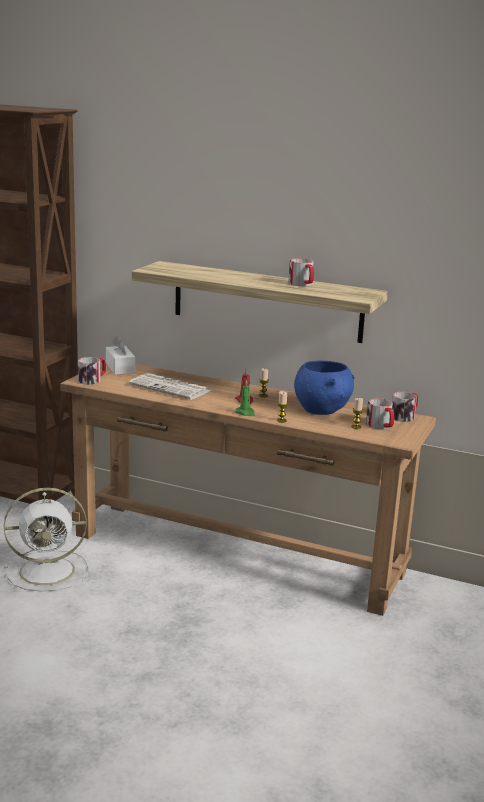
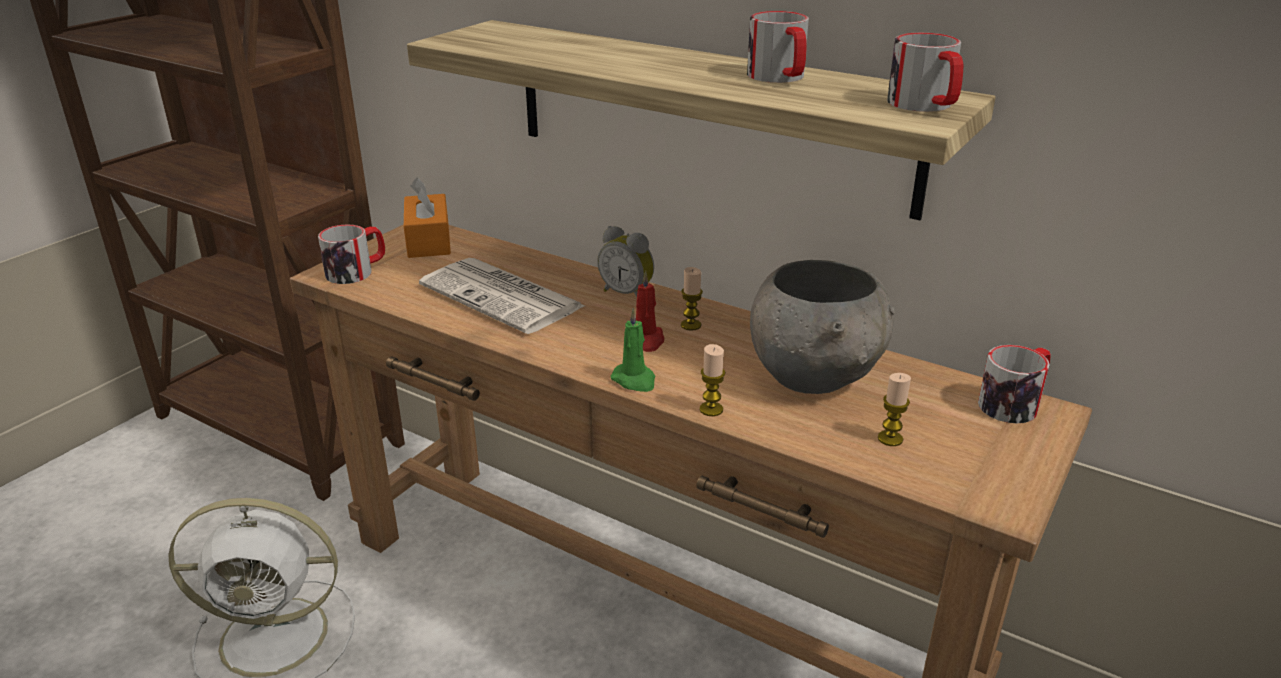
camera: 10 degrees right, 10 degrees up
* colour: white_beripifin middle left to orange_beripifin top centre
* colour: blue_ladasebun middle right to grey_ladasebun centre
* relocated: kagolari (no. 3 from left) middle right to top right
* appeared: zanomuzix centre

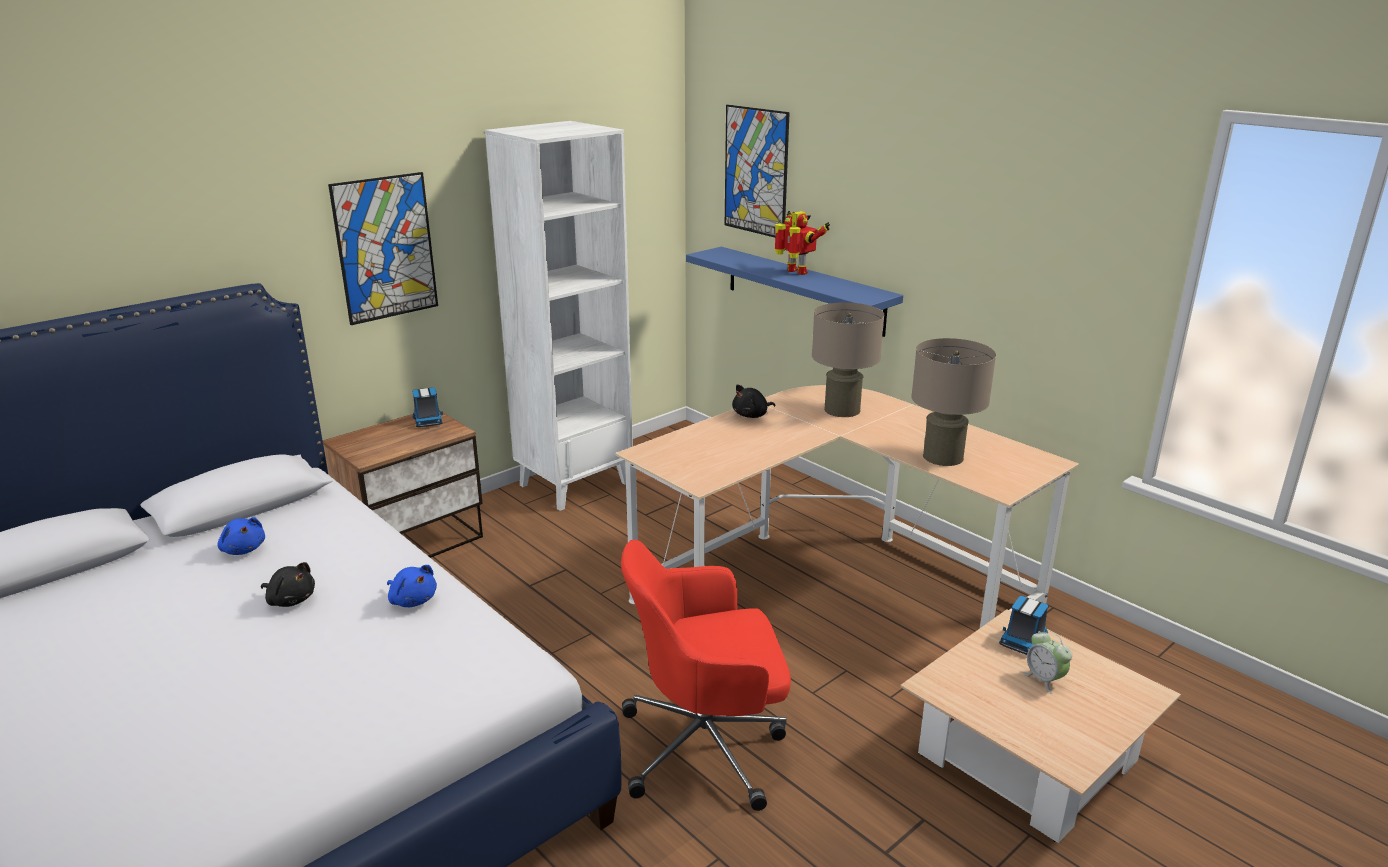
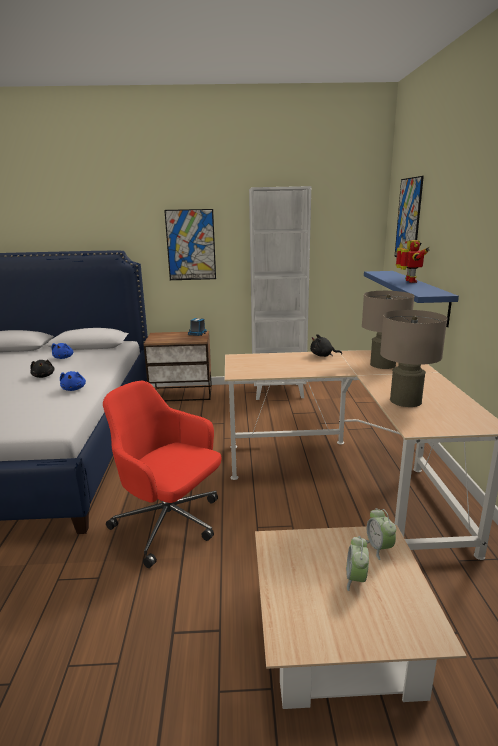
camera: 40 degrees right, 5 degrees down
* exchanged: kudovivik (no. 2 from left) bottom right to zanomuzix (no. 2 from left) bottom right

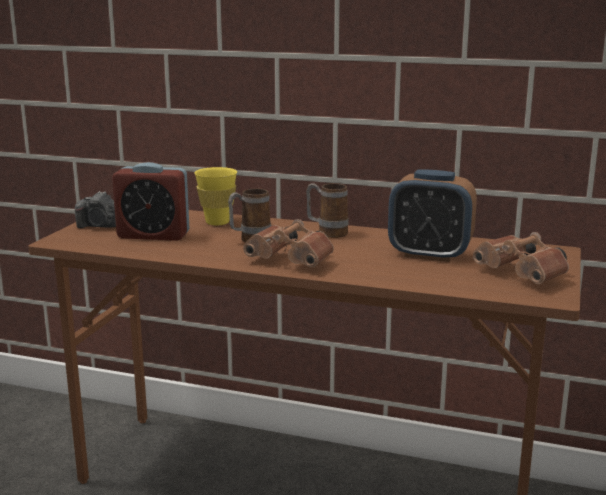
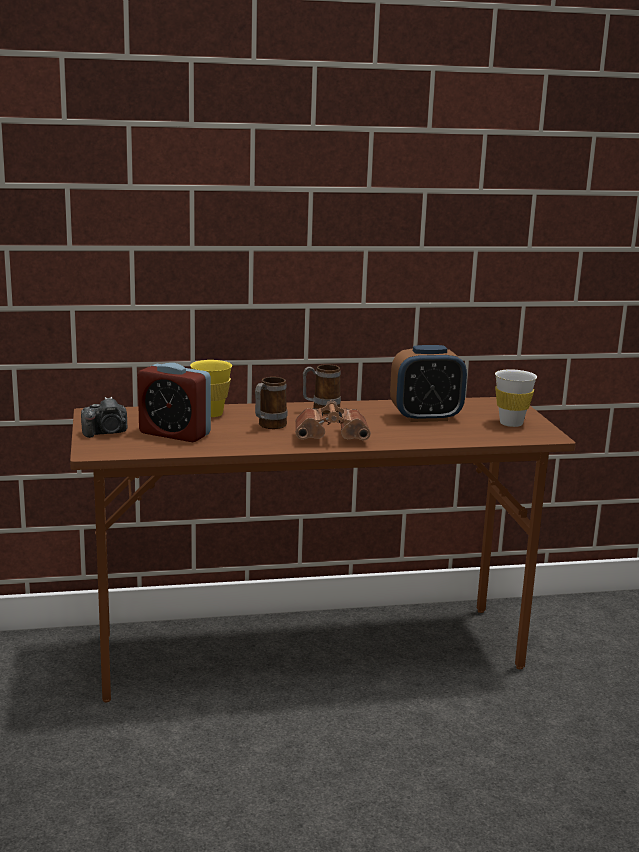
camera: 30 degrees left, 0 degrees up
* spun: zanomuzix (no. 1 from left) middle left = middle left 45 degrees clockwise
* exchanged: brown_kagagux (no. 2 from left) middle right to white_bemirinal middle right

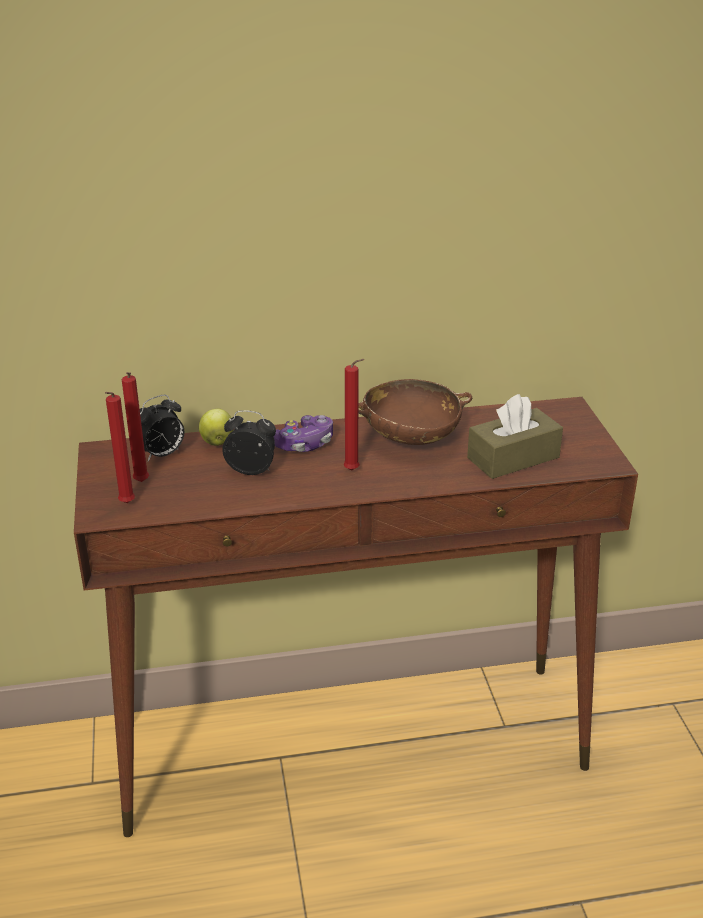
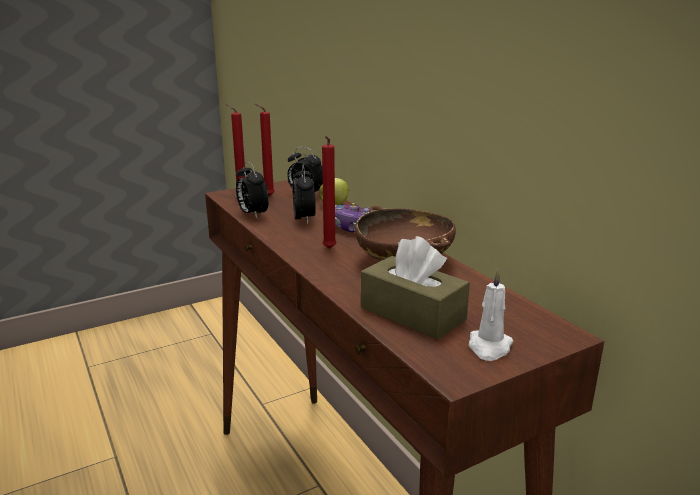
camera: 70 degrees right, 10 degrees down
* appeared: zanomuzix (no. 1 from left) centre
* appeared: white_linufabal middle right

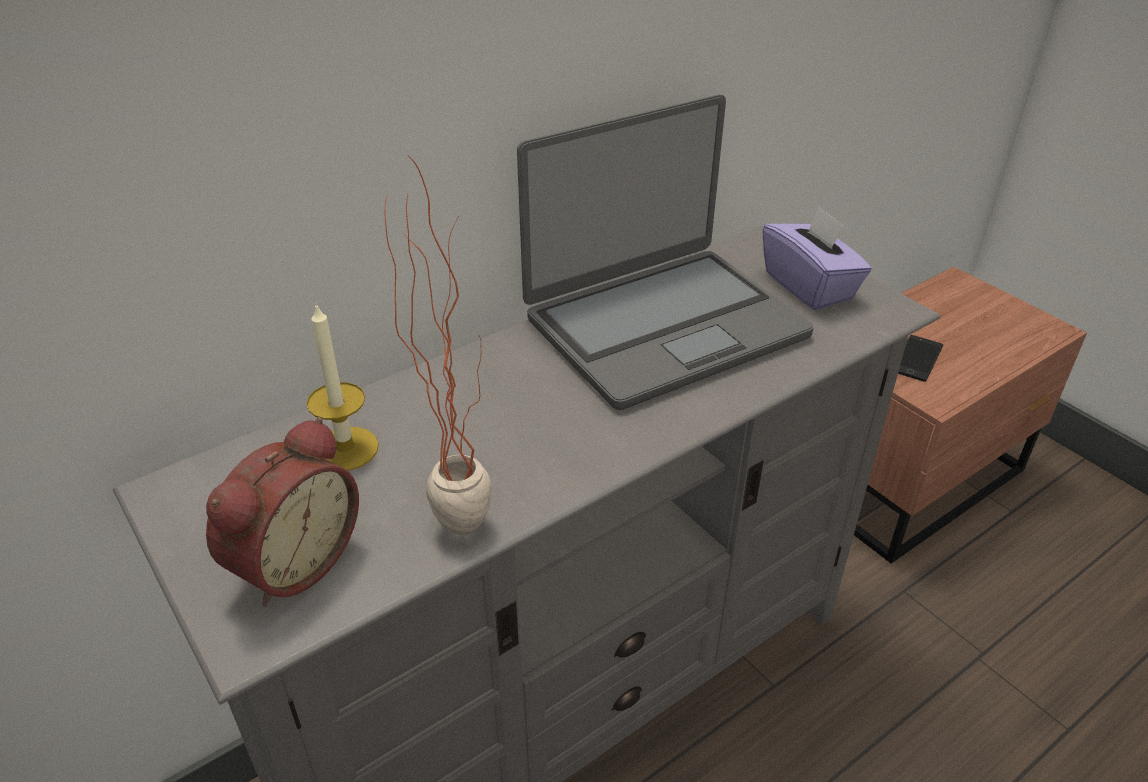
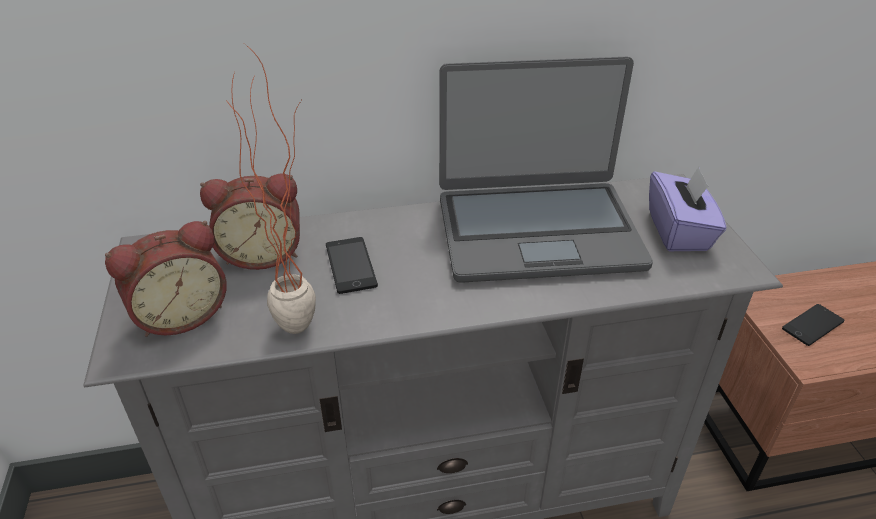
camera: 25 degrees right, 0 degrees up
* exchanged: linufabal middle left to zanomuzix (no. 2 from left) middle left
* appeared: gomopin (no. 1 from left) centre

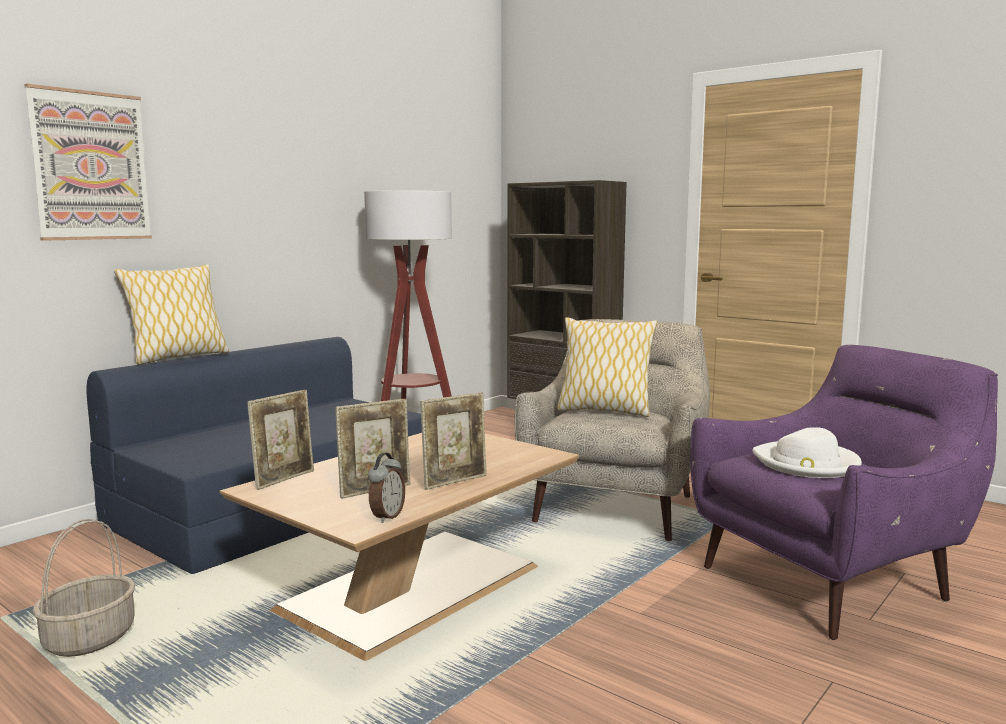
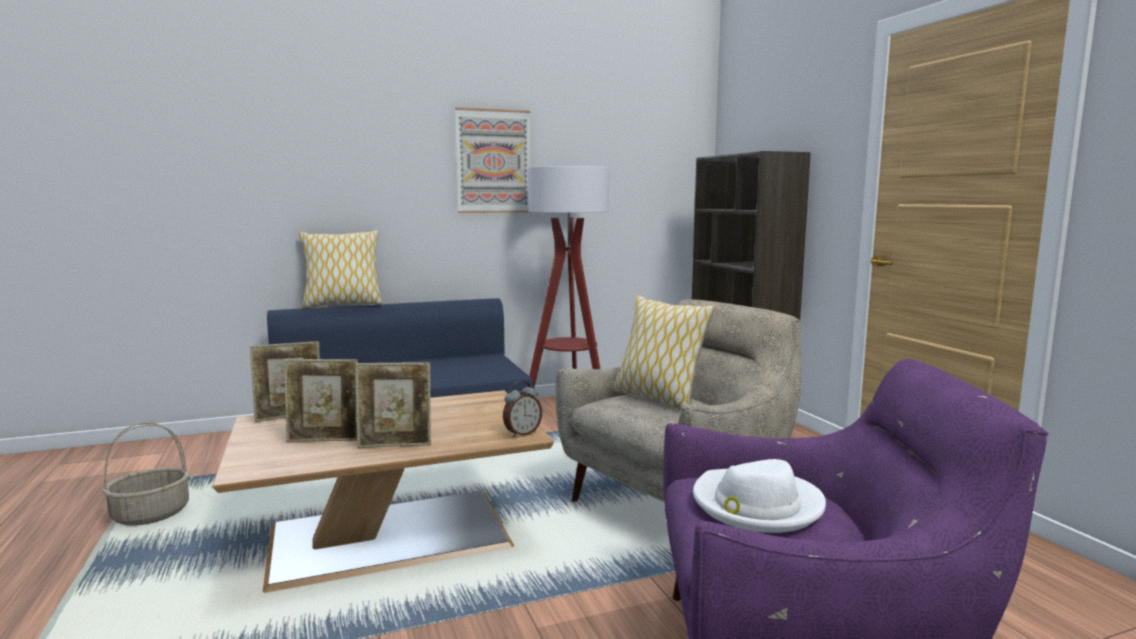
camera: 30 degrees right, 0 degrees up
* relocated: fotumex top left to top centre
* relocated: zanomuzix bottom centre to centre

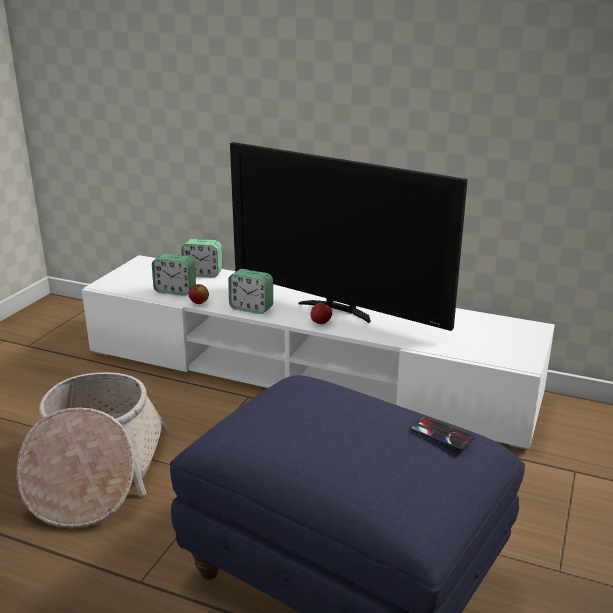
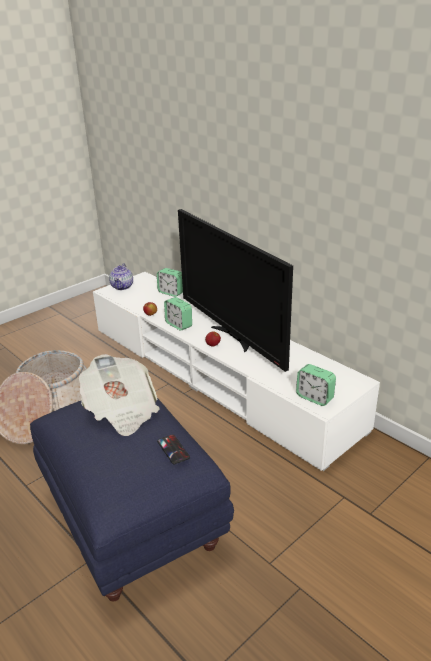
camera: 25 degrees right, 5 degrees up
* relocated: zanomuzix (no. 1 from left in the first image) middle left to zanomuzix (no. 3 from left) middle right
* appeared: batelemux middle left
* appeared: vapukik middle left

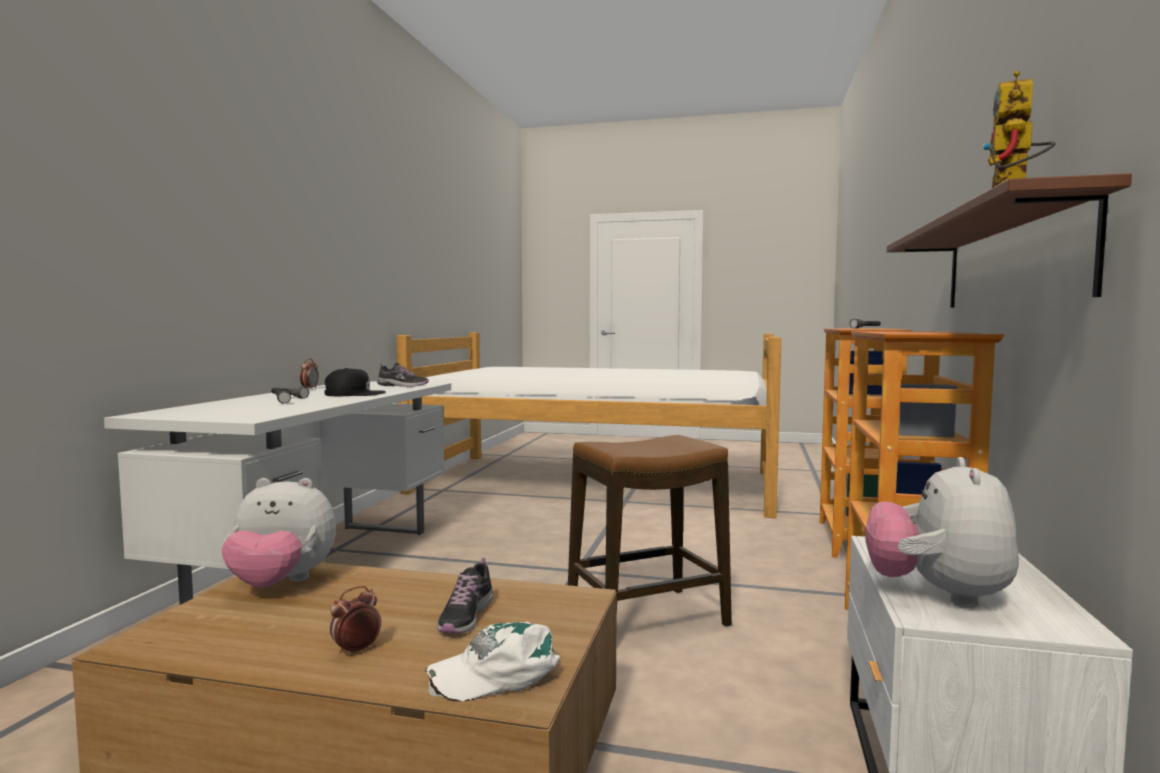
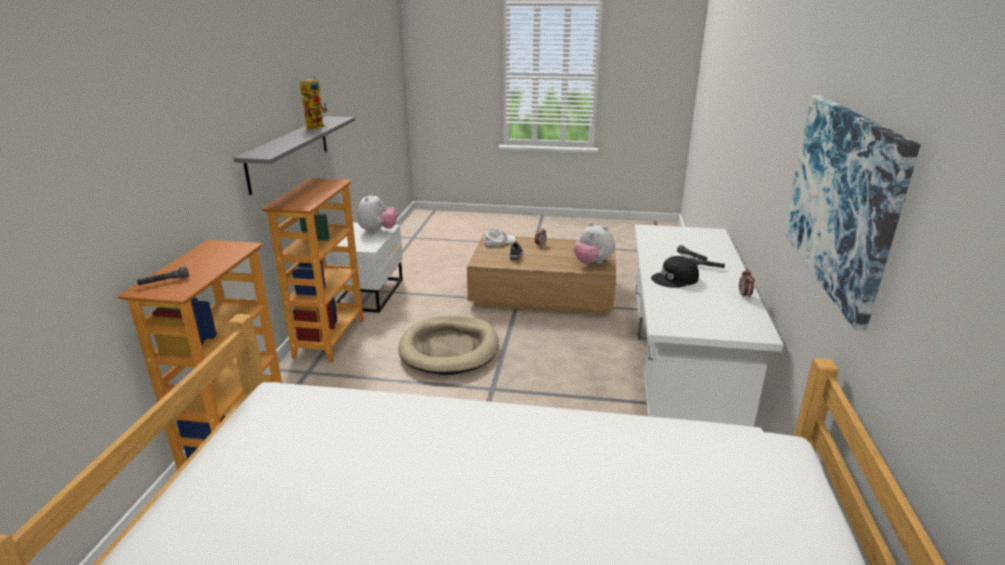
camera: 175 degrees right, 20 degrees up
* spun: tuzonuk (no. 1 from left in the first image) bottom left = centre 135 degrees counterclockwise
* missing: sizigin (no. 1 from left) centre
* exchanged: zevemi bottom centre to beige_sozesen centre
* colour: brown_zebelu top right to grey_zebelu top left
* appeared: fotumex middle right

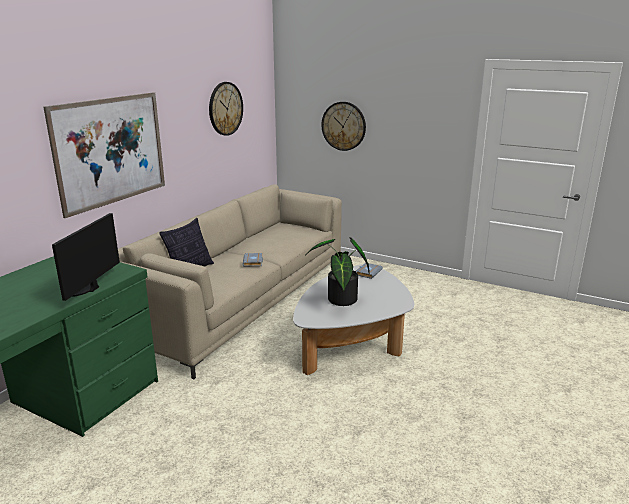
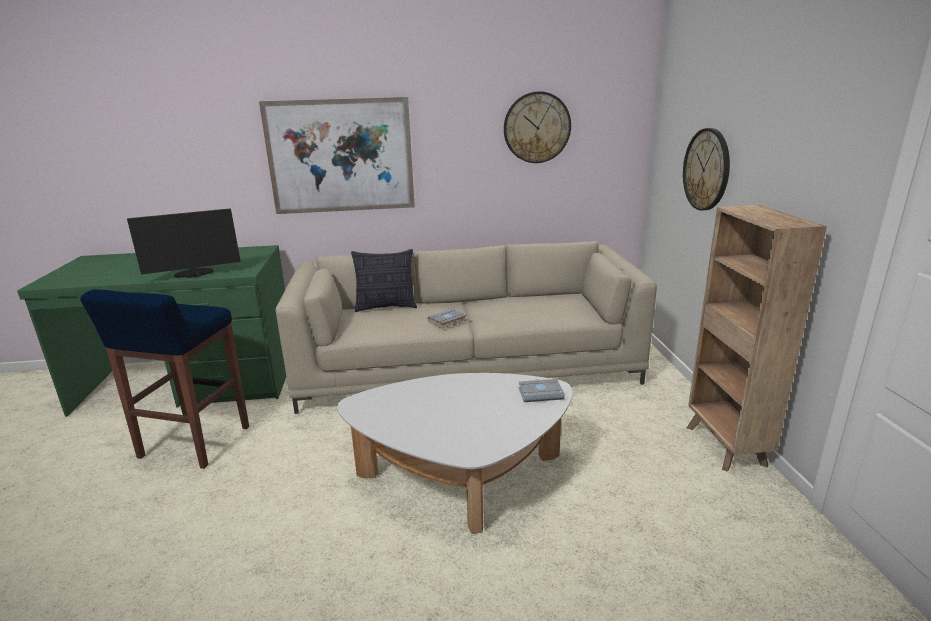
camera: 55 degrees right, 0 degrees up
* missing: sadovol centre
* appeared: blue_zevemi middle left
* appeared: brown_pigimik middle right

